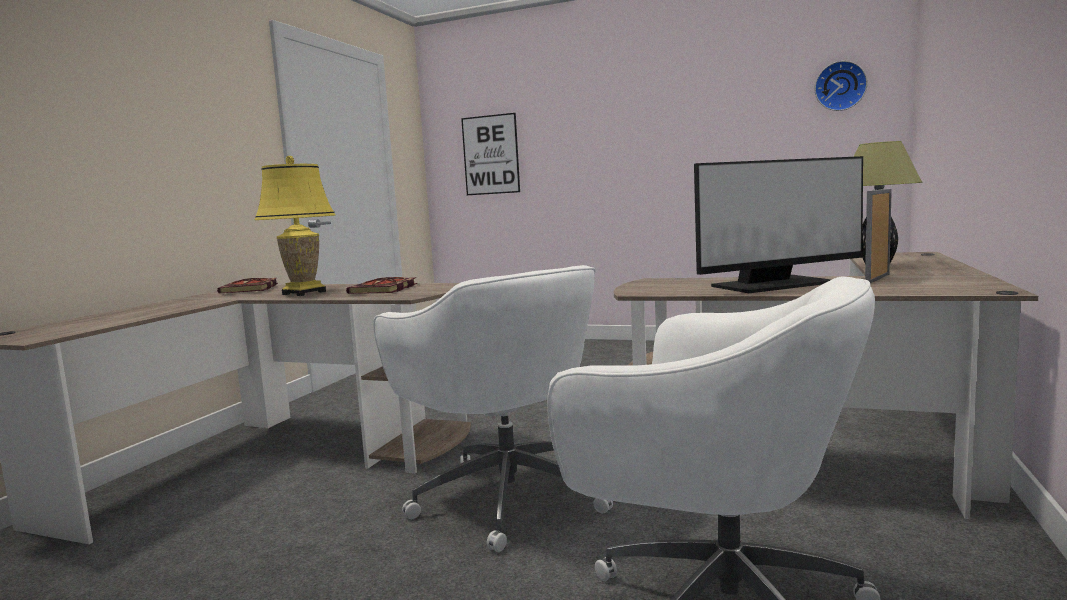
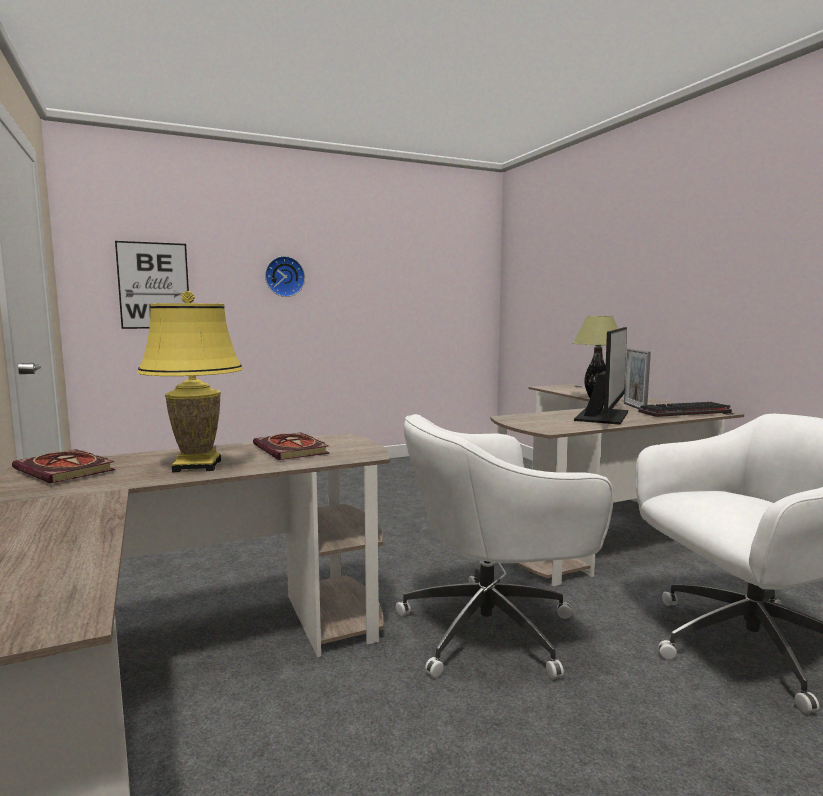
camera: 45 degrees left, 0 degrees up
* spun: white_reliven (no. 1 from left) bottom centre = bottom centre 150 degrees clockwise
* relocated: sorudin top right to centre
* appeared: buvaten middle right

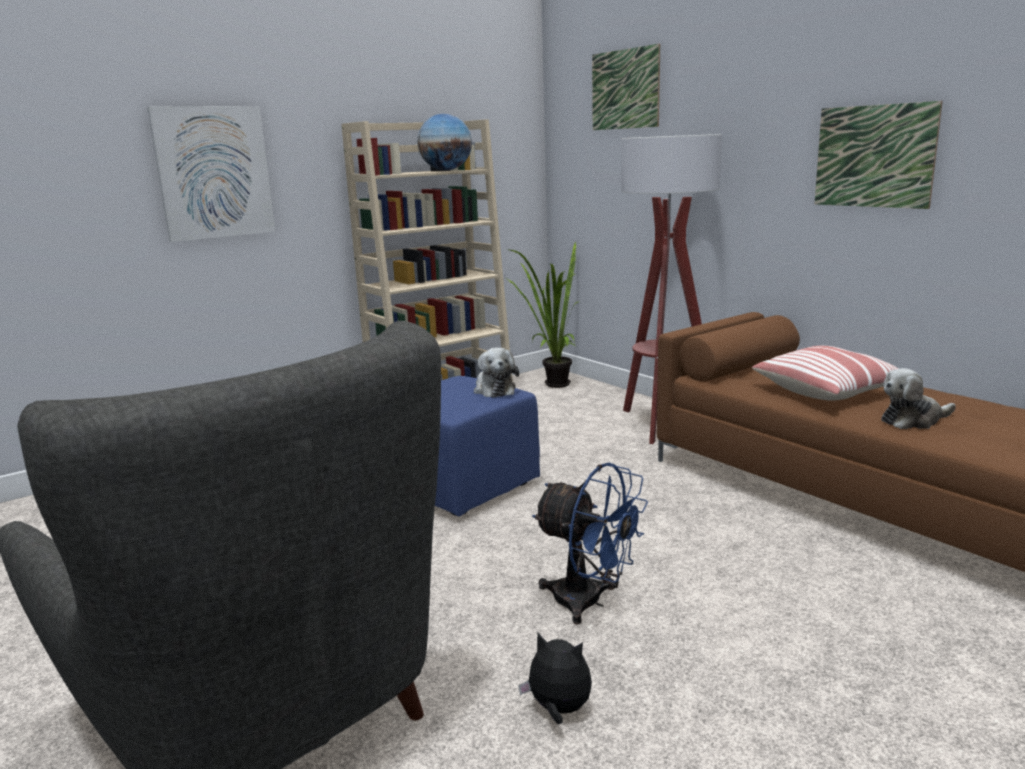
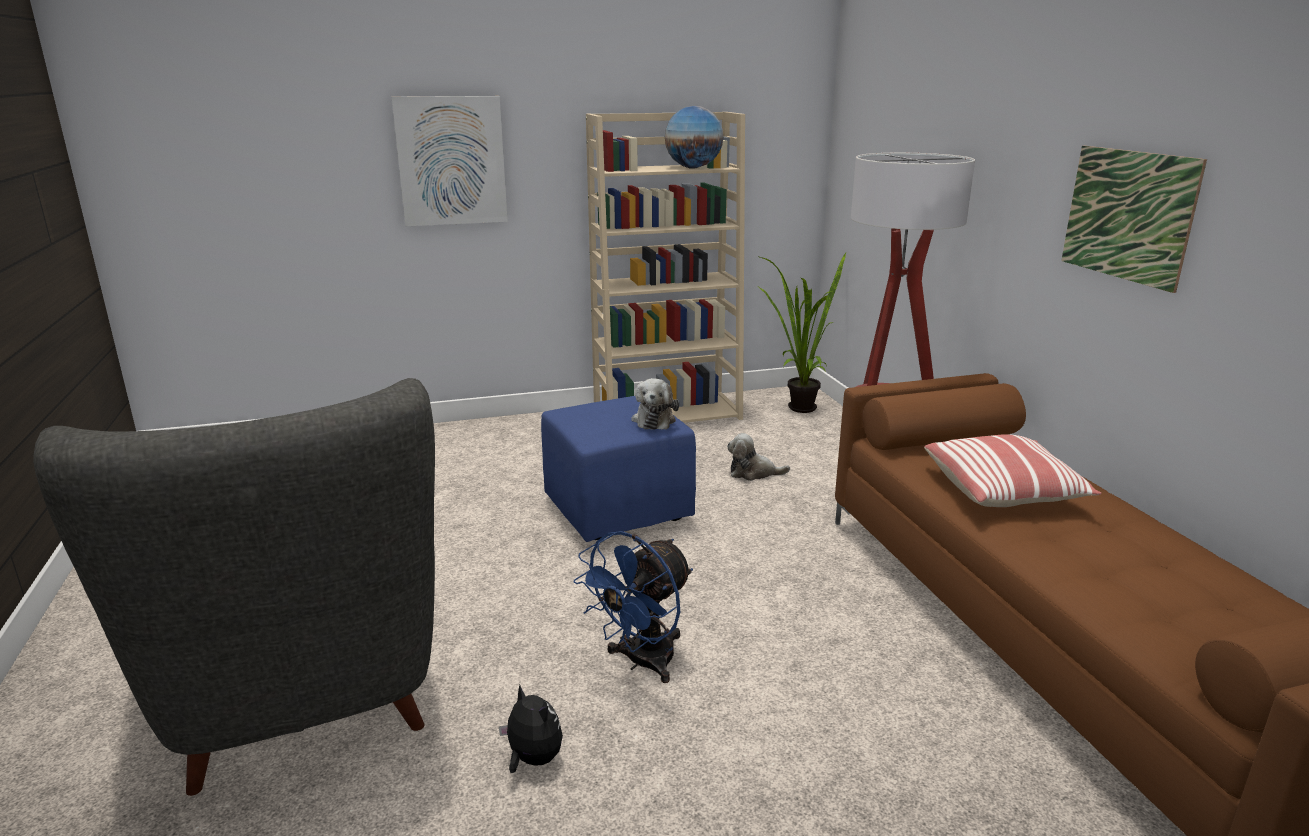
camera: 20 degrees right, 5 degrees up
* spun: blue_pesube bottom centre = bottom centre 75 degrees clockwise
* missing: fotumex (no. 2 from left) top centre
* relocated: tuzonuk (no. 3 from left) middle right to centre

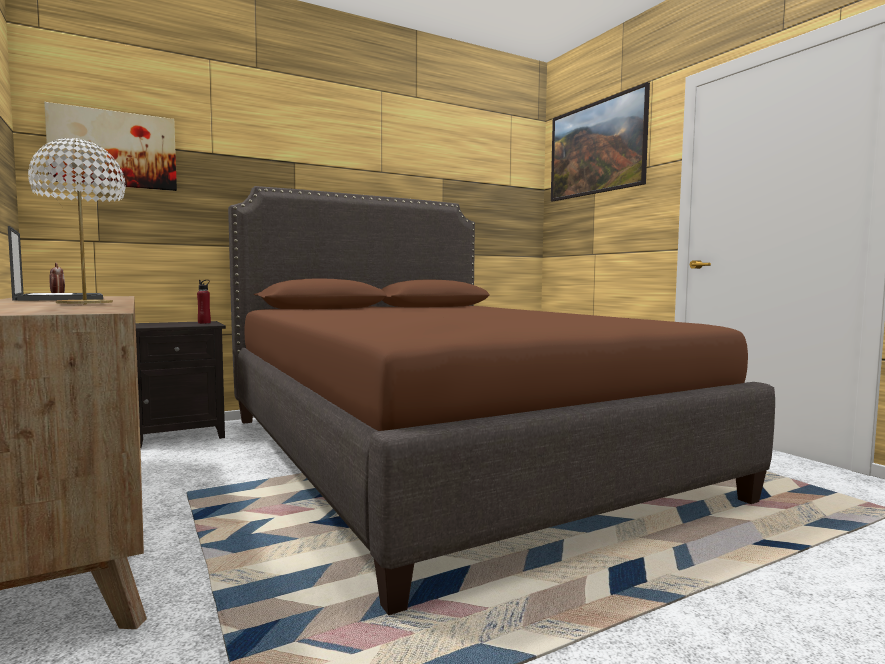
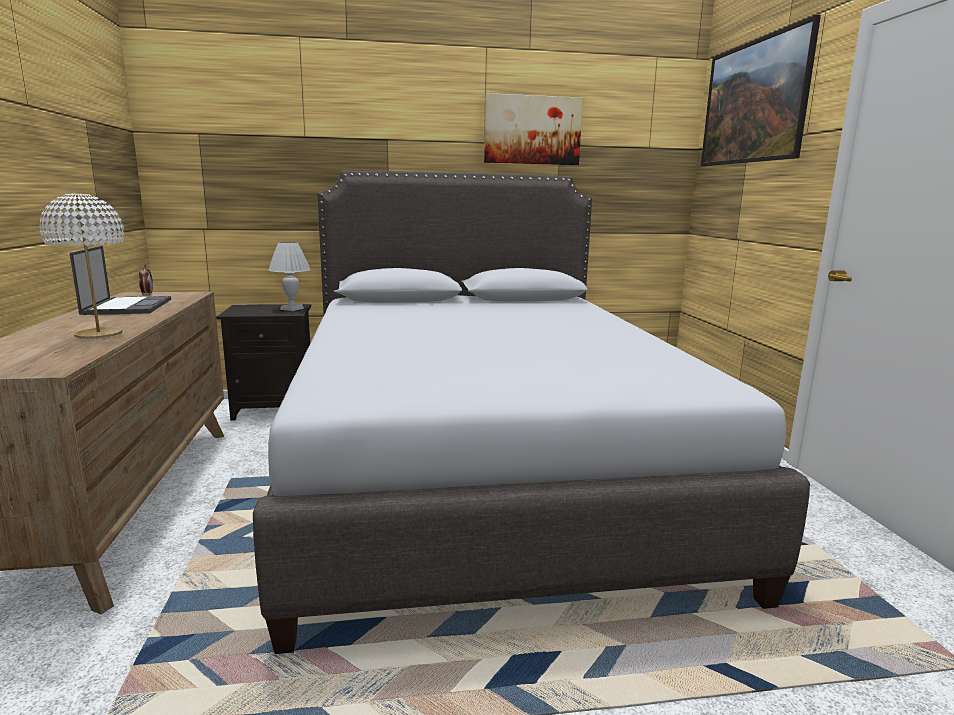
camera: 20 degrees right, 10 degrees up
* relocated: fotumex (no. 1 from left) top left to top centre
* exchanged: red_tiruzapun middle left to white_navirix (no. 2 from left) middle left
* colour: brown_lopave centre to grey_lopave centre

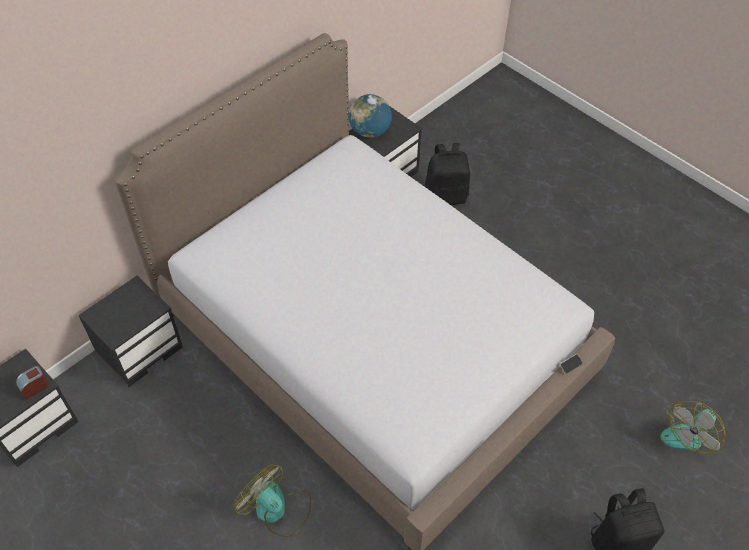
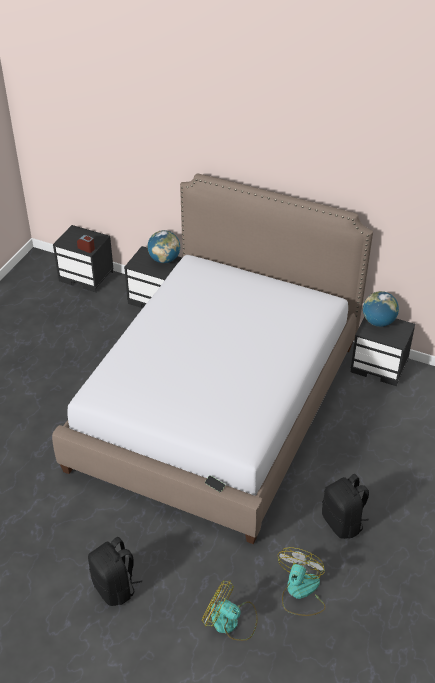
camera: 70 degrees right, 10 degrees down
* relocated: pesube (no. 1 from left in the first image) bottom centre to pesube (no. 2 from left) bottom right
* relocated: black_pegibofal (no. 1 from left in the first image) top centre to black_pegibofal (no. 2 from left) bottom right
* appeared: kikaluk (no. 1 from left) centre

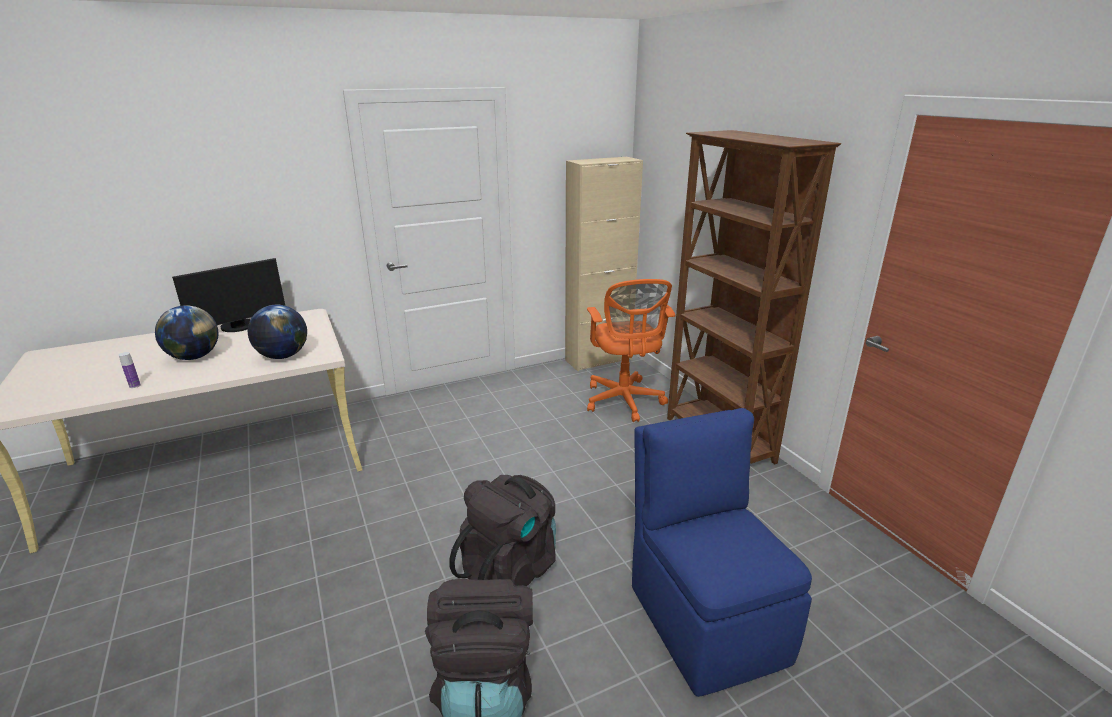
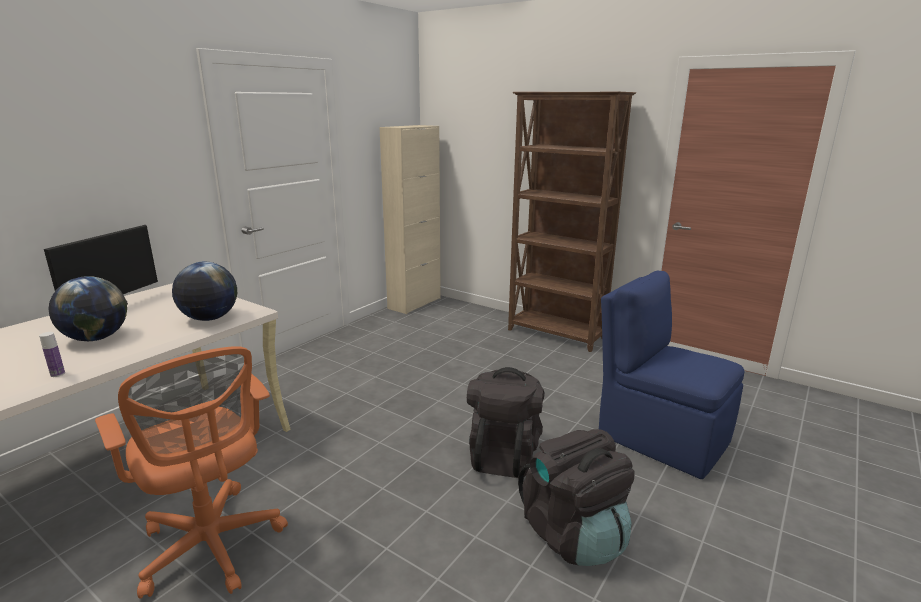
camera: 30 degrees left, 5 degrees down
* relocated: orange_reliven centre to bottom left

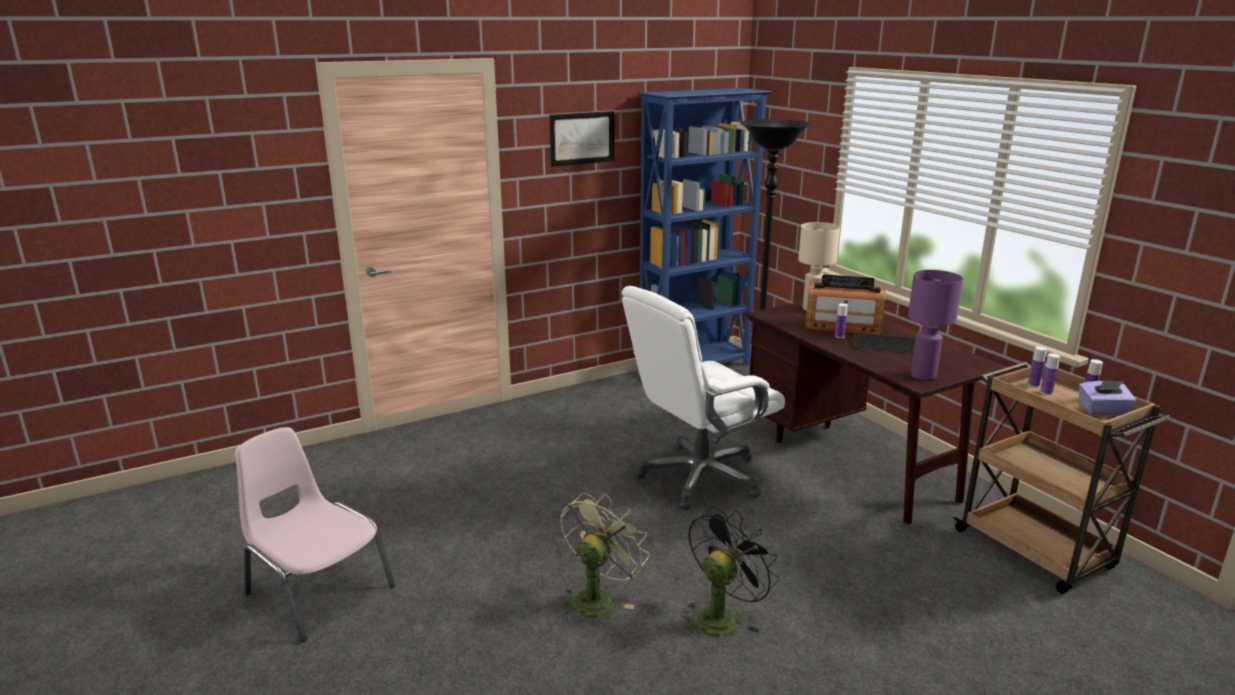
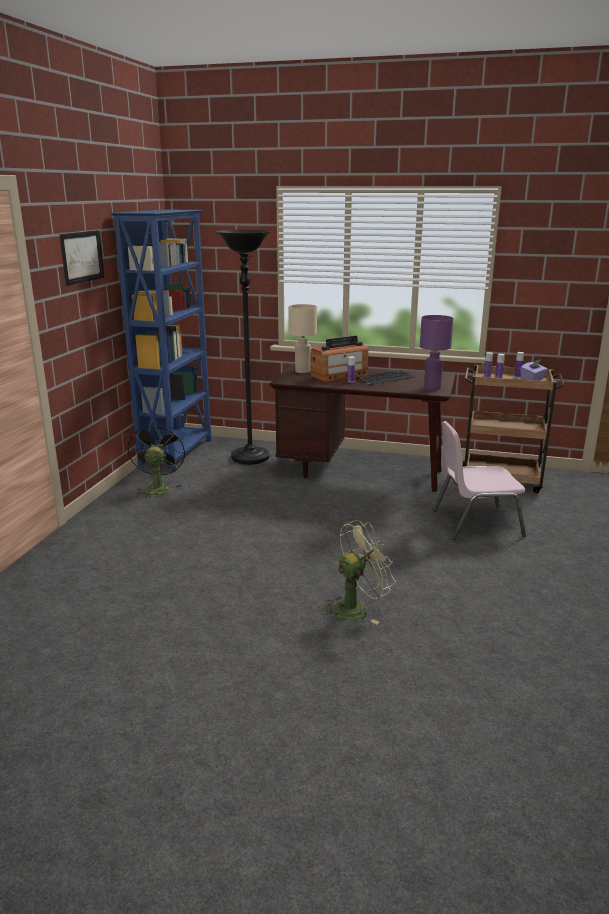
camera: 45 degrees left, 0 degrees up
* relocated: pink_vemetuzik bottom left to middle right
* spun: green_pesube bottom centre = centre 75 degrees clockwise
* missing: white_reliven centre
* relocated: black_pesube bottom centre to middle left

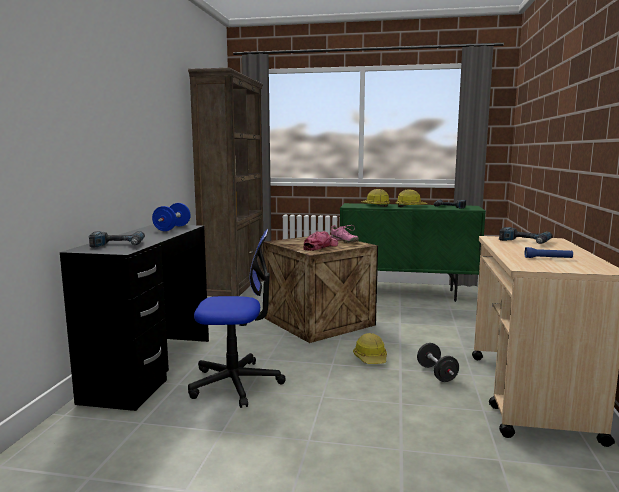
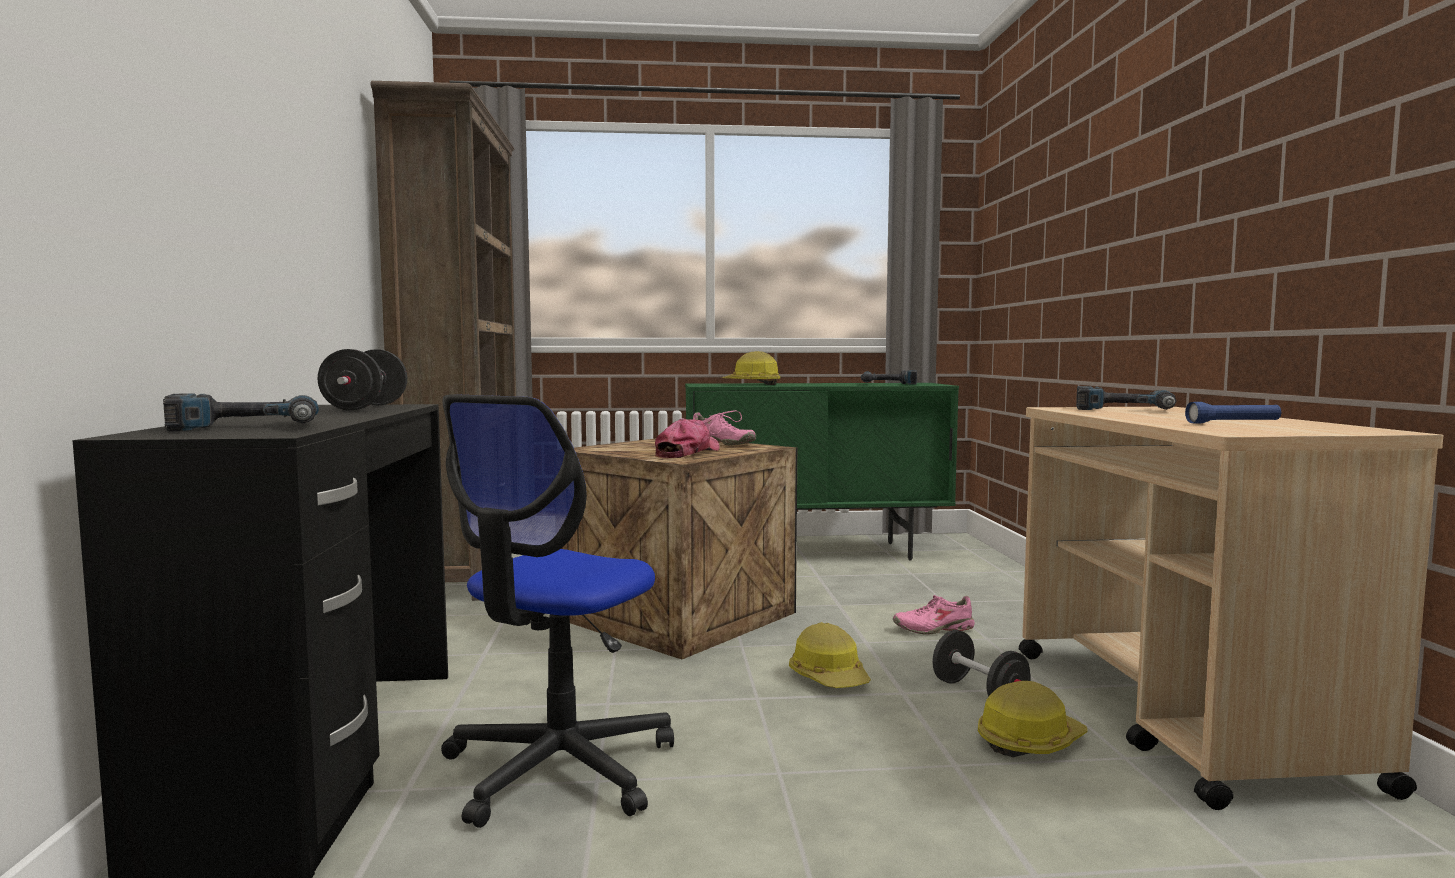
camera: 15 degrees left, 5 degrees down
* colour: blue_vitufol middle left to black_vitufol (no. 1 from left) middle left
* spun: reliven centre = bottom centre 135 degrees clockwise
* relocated: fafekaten (no. 3 from left) centre to bottom right
* appeared: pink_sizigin (no. 2 from left) bottom centre

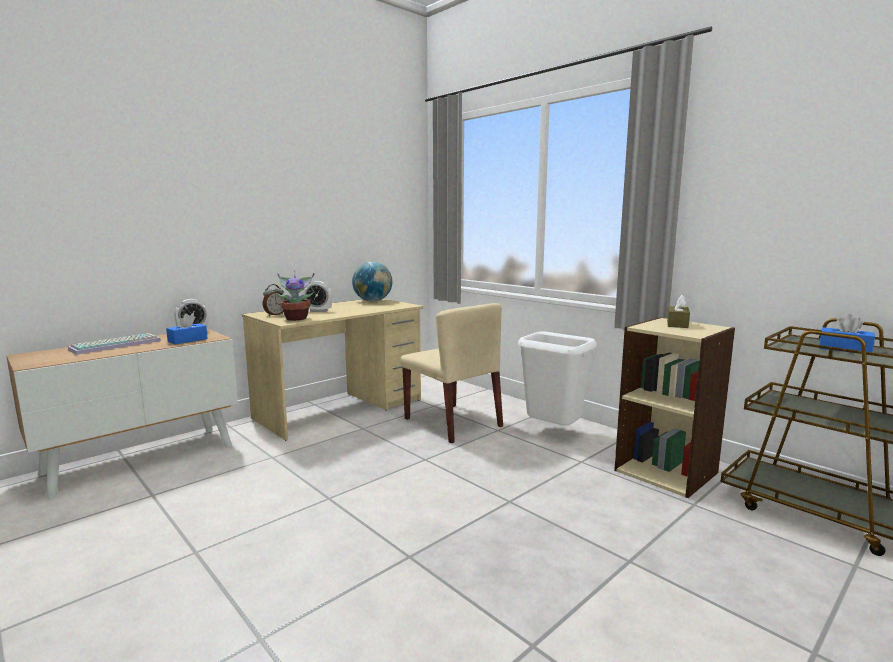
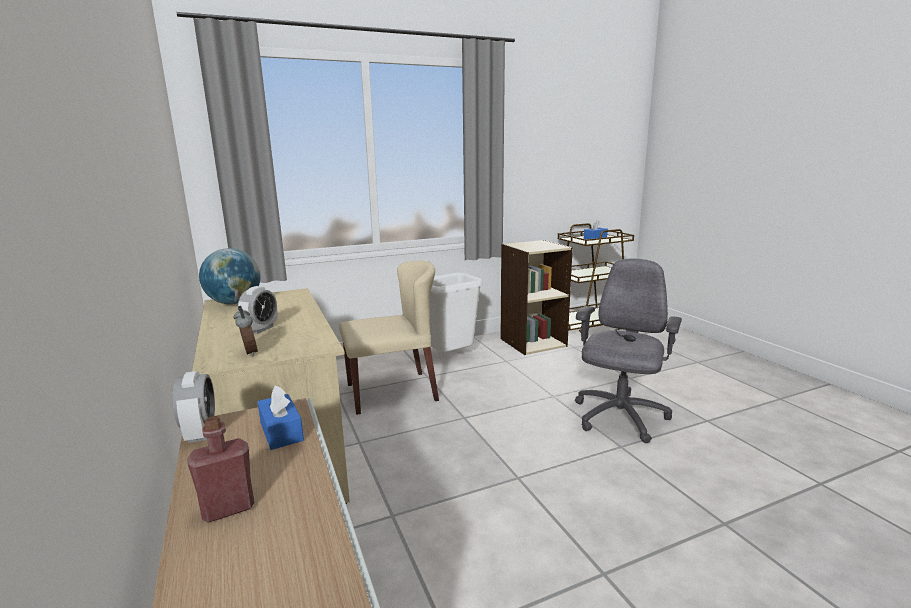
camera: 70 degrees left, 5 degrees up
* exchanged: buvaten middle left to red_tiruzapun bottom left
* missing: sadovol middle left
* missing: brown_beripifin middle right
* appeared: grey_reliven middle right

